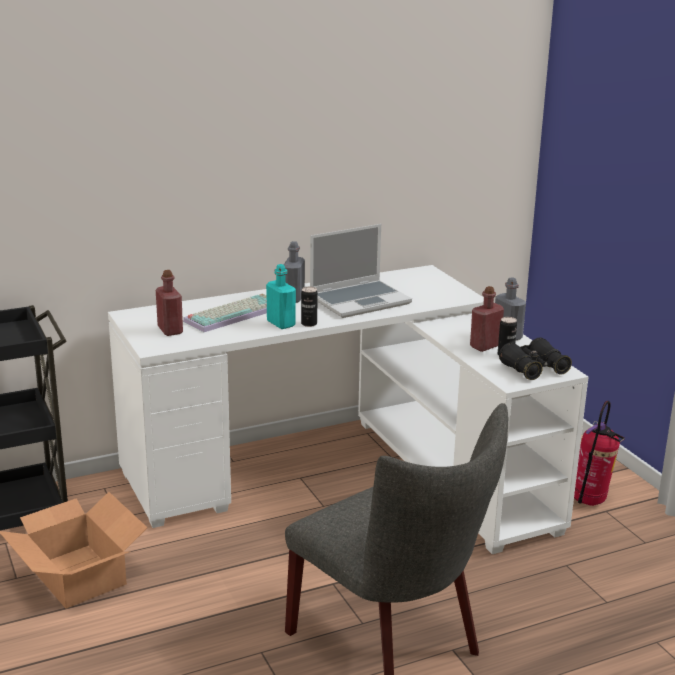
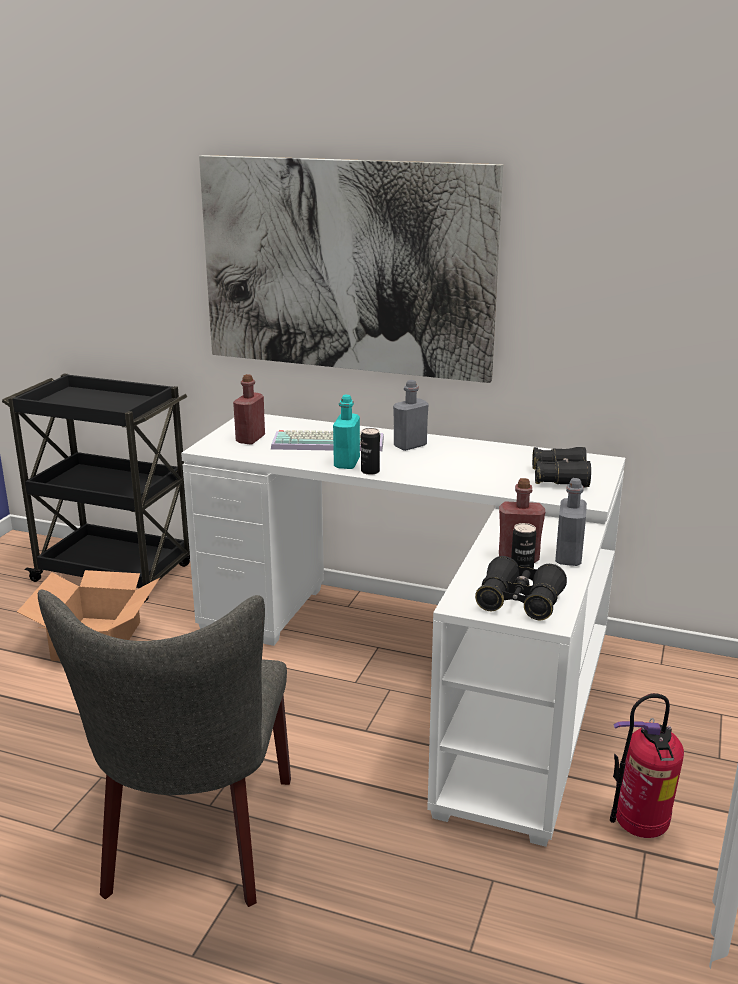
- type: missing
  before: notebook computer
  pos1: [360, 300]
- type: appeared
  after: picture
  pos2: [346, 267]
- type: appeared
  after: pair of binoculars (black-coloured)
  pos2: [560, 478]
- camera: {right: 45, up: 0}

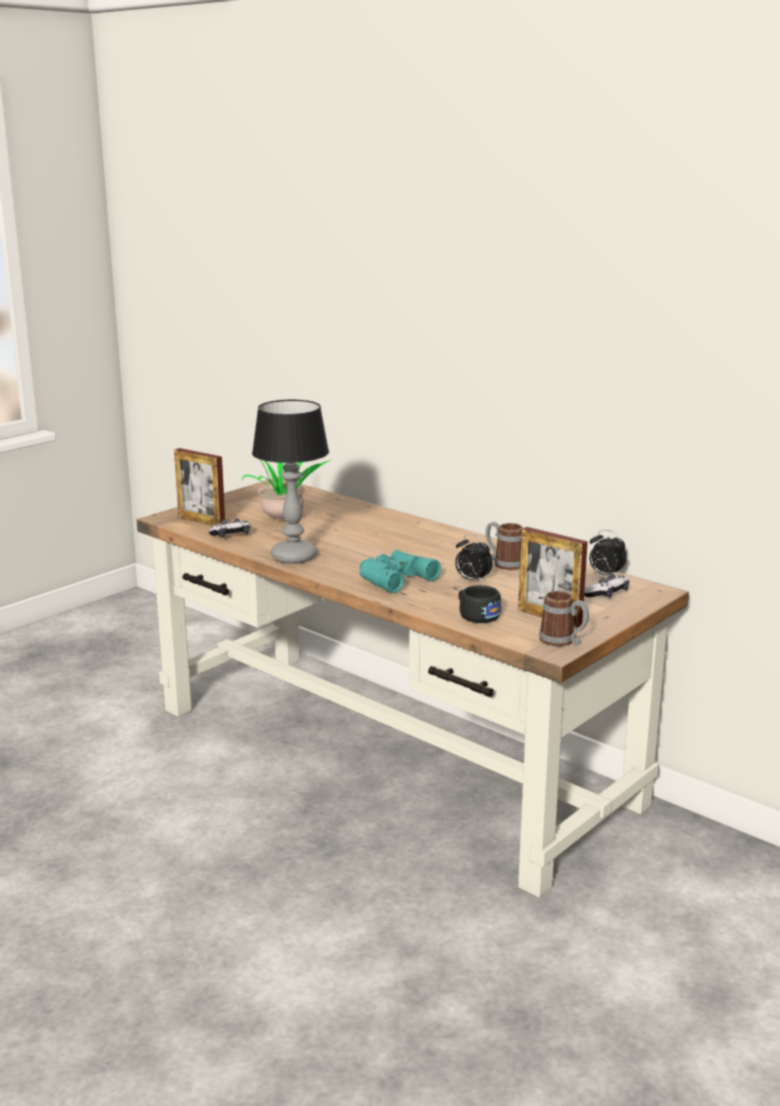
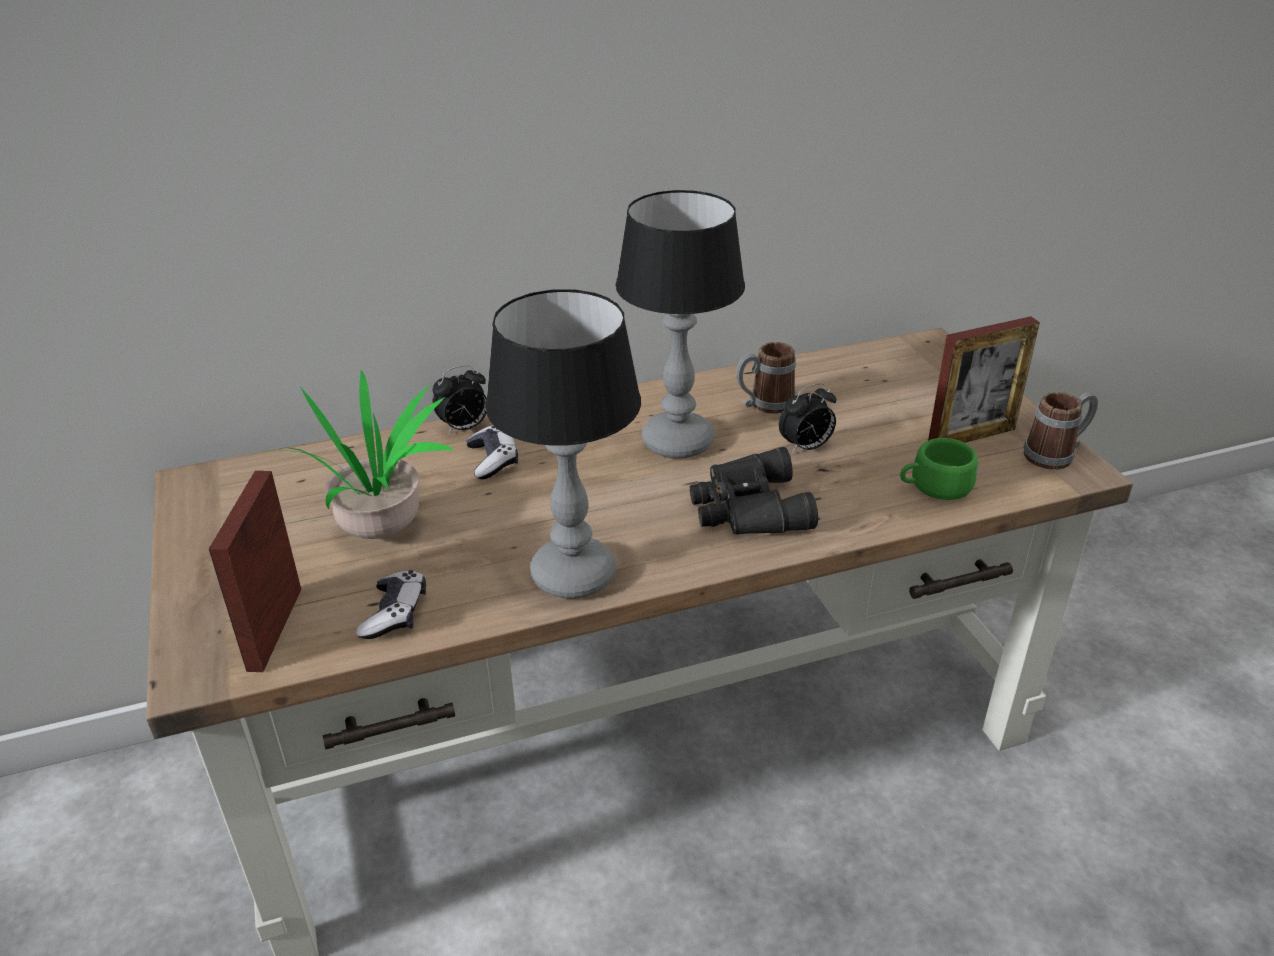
- type: spun
  before: photo frame
  pos1: [201, 521]
  pos2: [275, 628]
  turn: 120
- type: colour
  before: pair of binoculars (blue-green)
  after: pair of binoculars (black-coloured)
  pos1: [393, 578]
  pos2: [747, 508]
- type: colour
  before: cup (black-coloured)
  after: cup (green)
  pos1: [476, 615]
  pos2: [934, 486]
- type: relocated
  before: gamepad
  pos1: [606, 594]
  pos2: [493, 460]
- type: relocated
  before: alarm clock
  pos1: [605, 575]
  pos2: [464, 428]
- type: appeared
  after: tabletop lamp
  pos2: [678, 441]
- camera: {right: -60, up: 15}

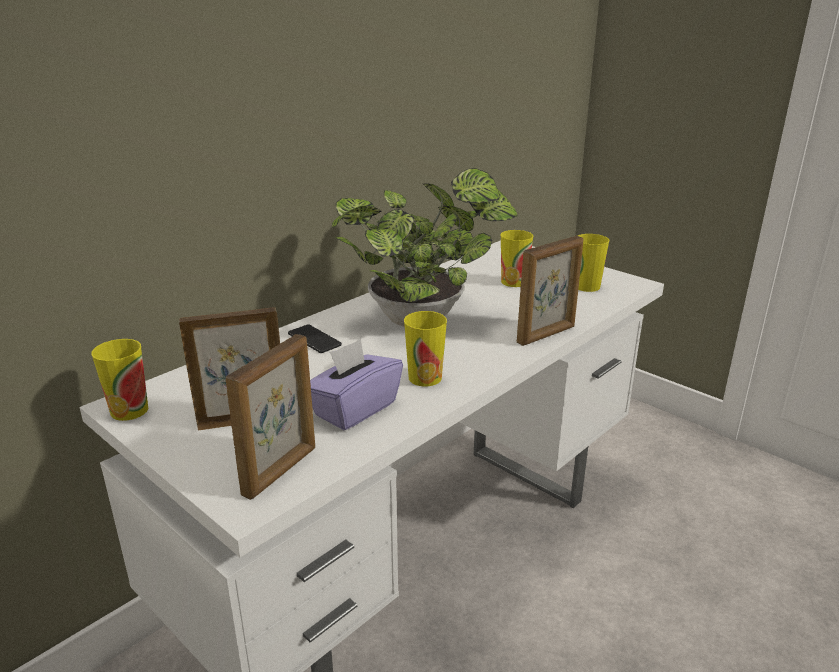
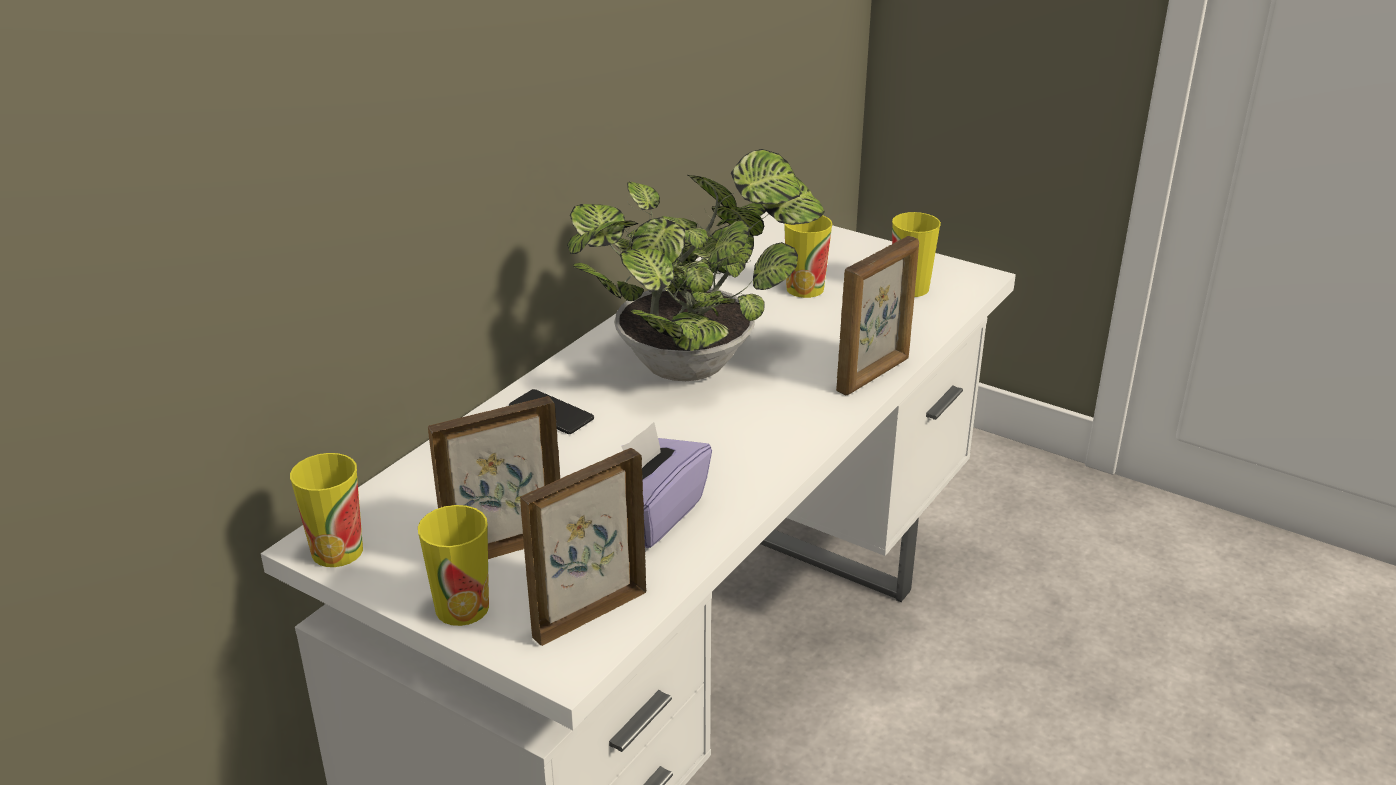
- type: spun
  before: photo frame
  pos1: [281, 471]
  pos2: [588, 614]
  turn: -150
- type: relocated
  before: cup
  pos1: [425, 378]
  pos2: [462, 607]
- camera: {right: -10, up: 5}

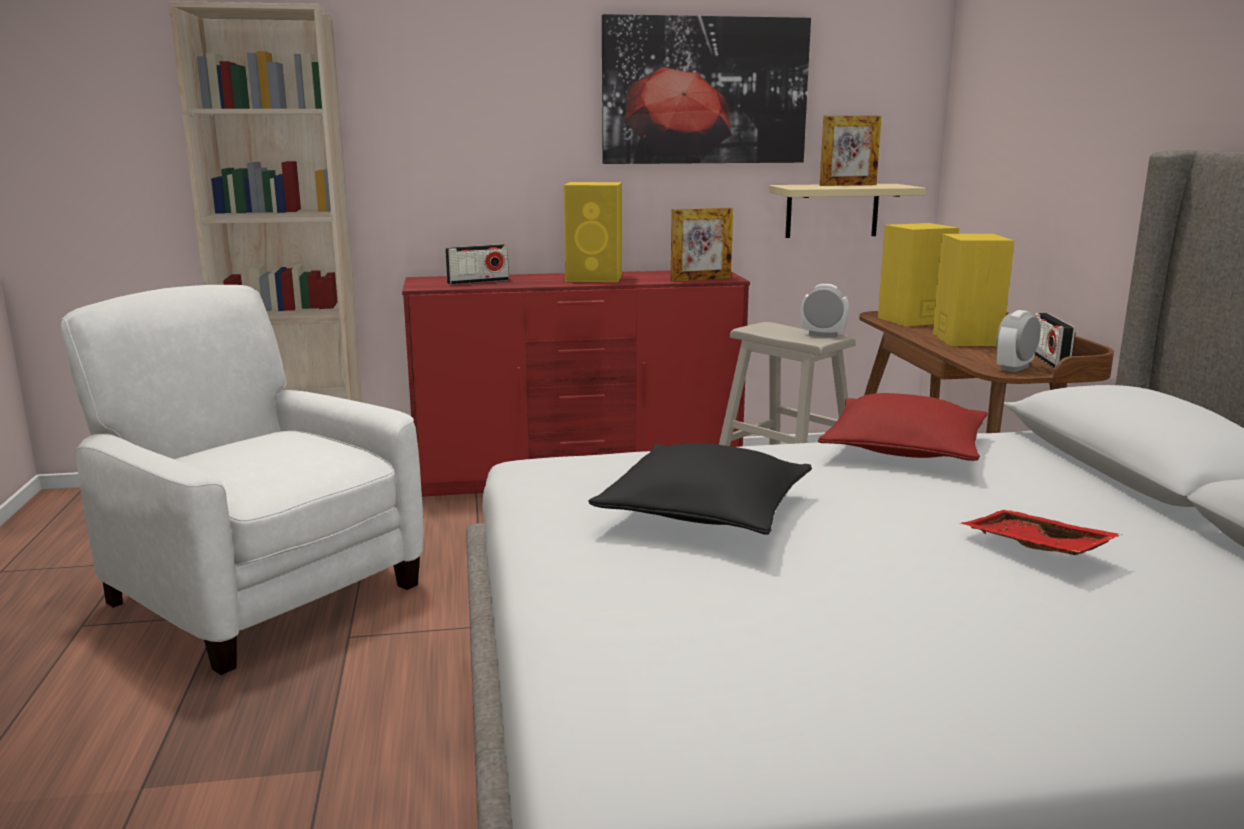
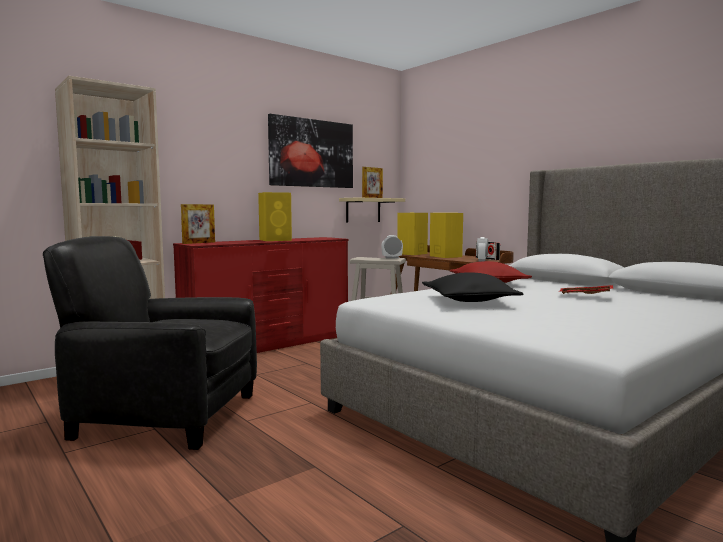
- type: colour
  before: lounge chair (white)
  after: lounge chair (black-coloured)
  pos1: [263, 592]
  pos2: [165, 415]
- type: missing
  before: radio set
  pos1: [478, 282]
- type: relocated
  before: photo frame
  pos1: [700, 279]
  pos2: [199, 243]
- camera: {right: -30, up: -10}

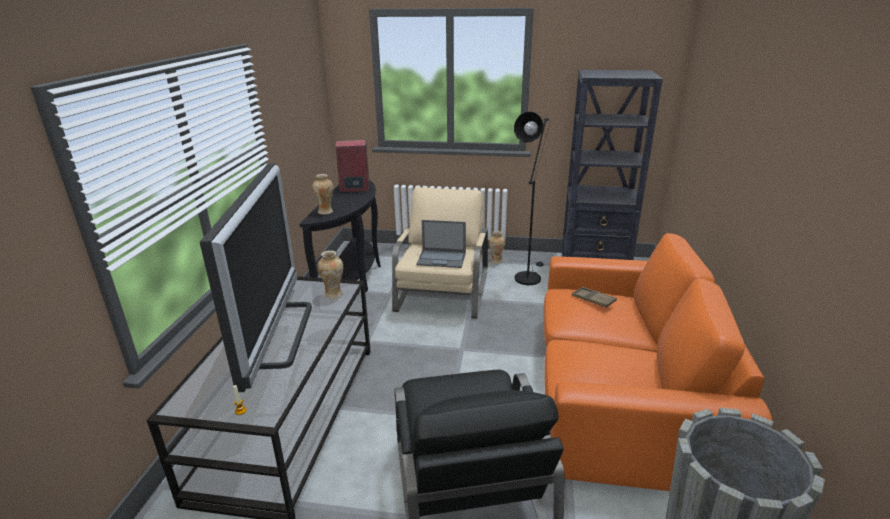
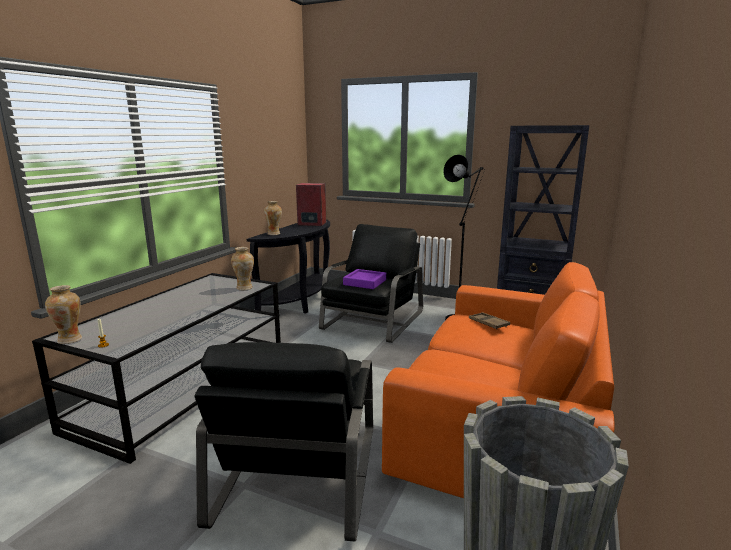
- type: missing
  before: television
  pos1: [279, 334]
- type: colour
  before: lounge chair (beige-coloured)
  after: lounge chair (black-coloured)
  pos1: [443, 291]
  pos2: [373, 320]
- type: exchanged
  before: notebook computer
  after: serving tray (purplish)
  pos1: [442, 259]
  pos2: [365, 282]
- type: relocated
  before: vase
  pos1: [496, 261]
  pos2: [70, 339]
- camera: {right: 15, up: -10}

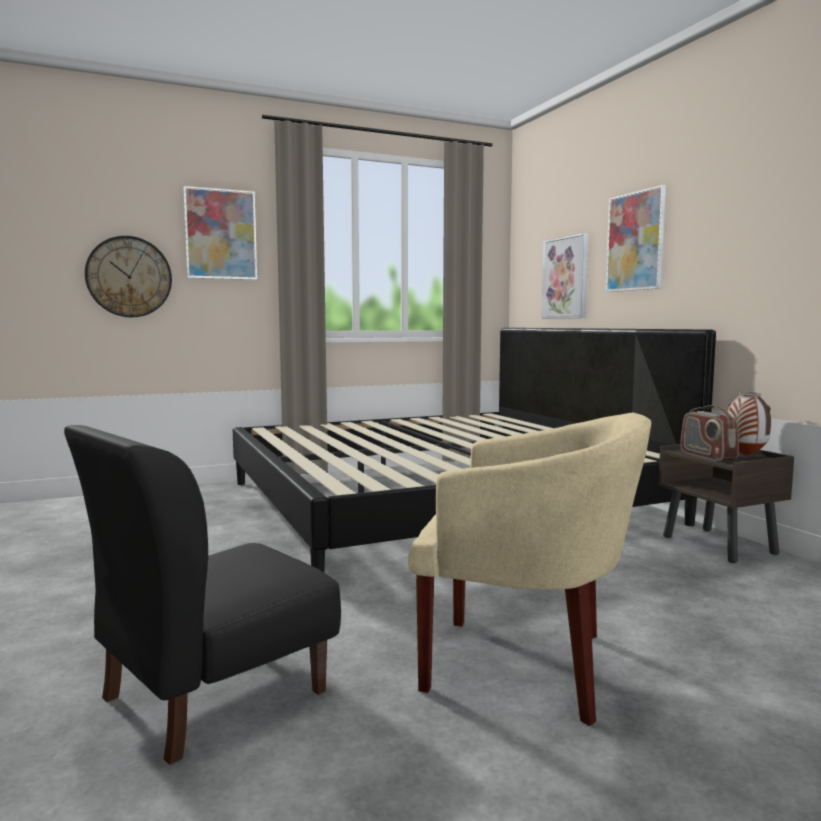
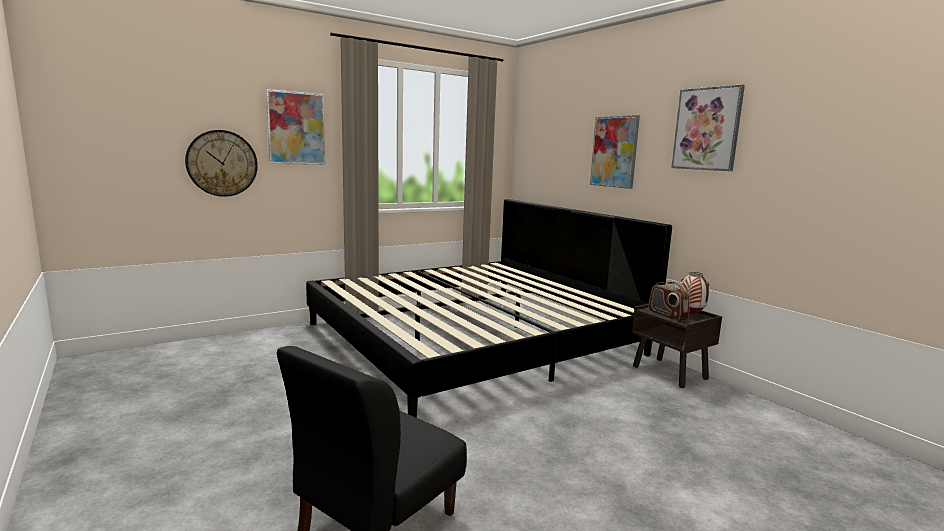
- type: missing
  before: lounge chair (beige-coloured)
  pos1: [525, 665]
- type: relocated
  before: picture
  pos1: [566, 278]
  pos2: [707, 129]
- camera: {right: -10, up: 5}

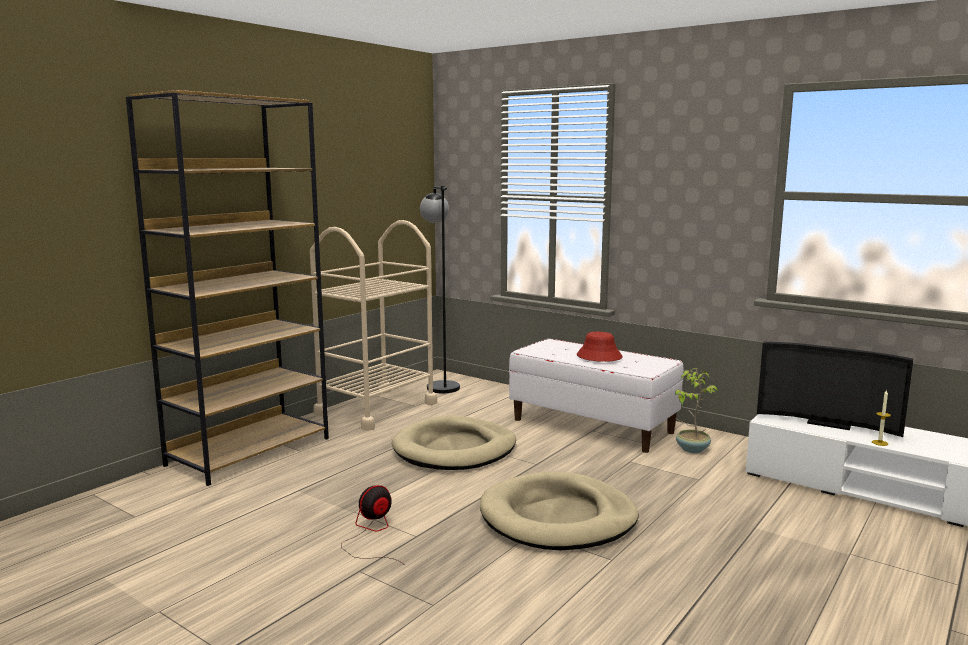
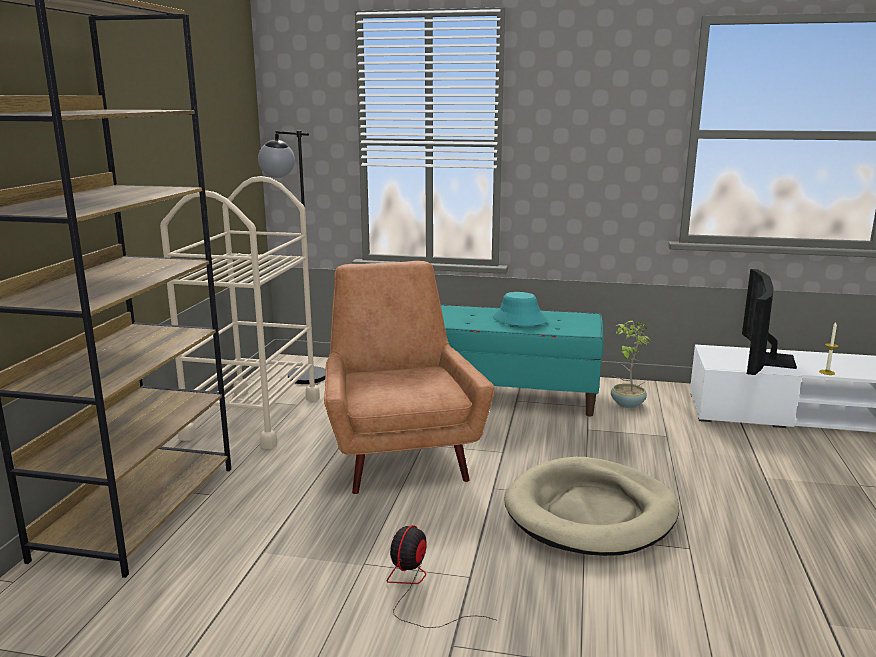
- type: exchanged
  before: dog bed (beige-coloured)
  after: lounge chair (brown-coloured)
  pos1: [455, 449]
  pos2: [399, 452]
- type: colour
  before: long seat (white)
  after: long seat (blue-green)
  pos1: [592, 426]
  pos2: [511, 395]
- type: colour
  before: hat (reddish)
  after: hat (blue-green)
  pos1: [599, 356]
  pos2: [519, 319]
- type: spun
  before: television
  pos1: [828, 423]
  pos2: [765, 359]
  turn: 105
- camera: {right: -25, up: 5}

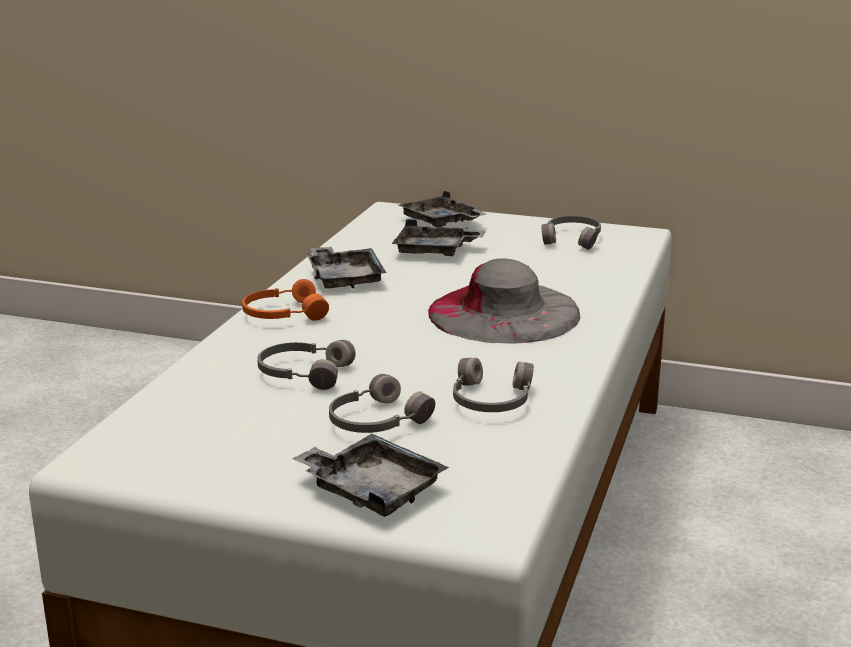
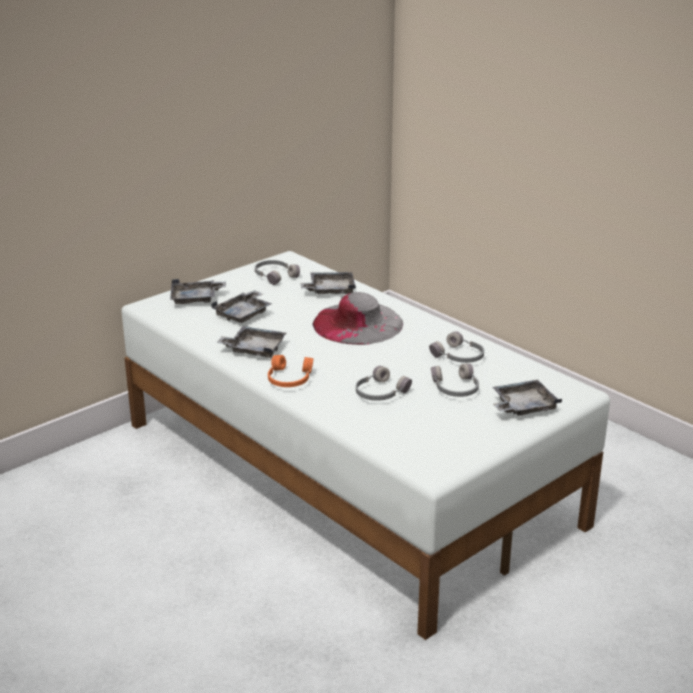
- type: appeared
  after: serving tray (grey)
  pos2: [330, 290]
- camera: {right: -60, up: 5}

